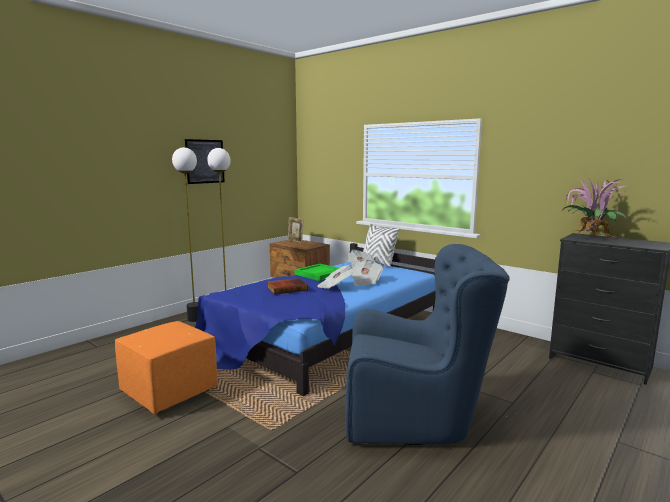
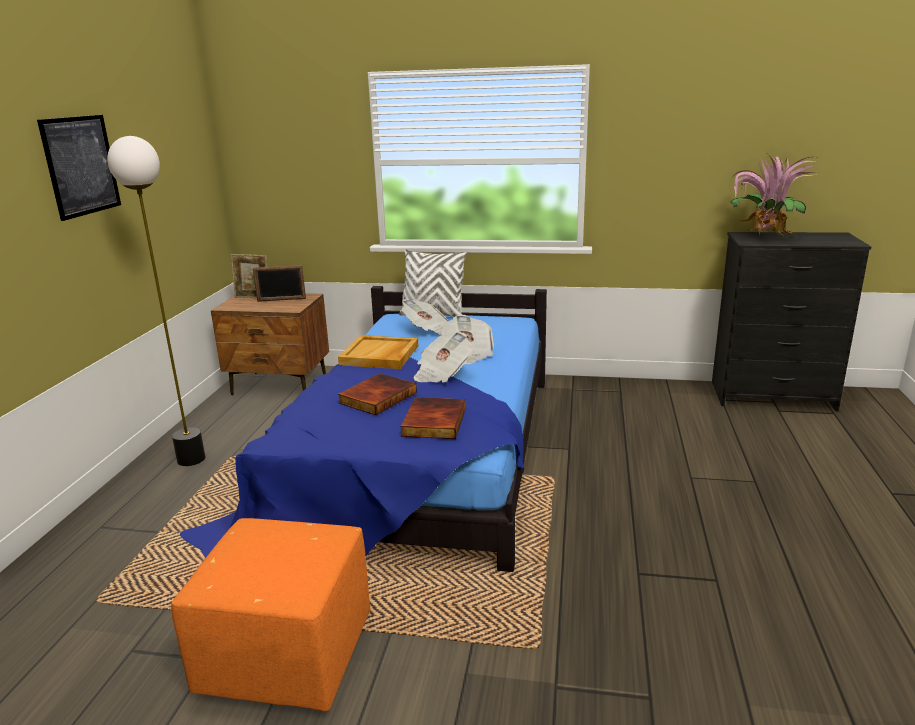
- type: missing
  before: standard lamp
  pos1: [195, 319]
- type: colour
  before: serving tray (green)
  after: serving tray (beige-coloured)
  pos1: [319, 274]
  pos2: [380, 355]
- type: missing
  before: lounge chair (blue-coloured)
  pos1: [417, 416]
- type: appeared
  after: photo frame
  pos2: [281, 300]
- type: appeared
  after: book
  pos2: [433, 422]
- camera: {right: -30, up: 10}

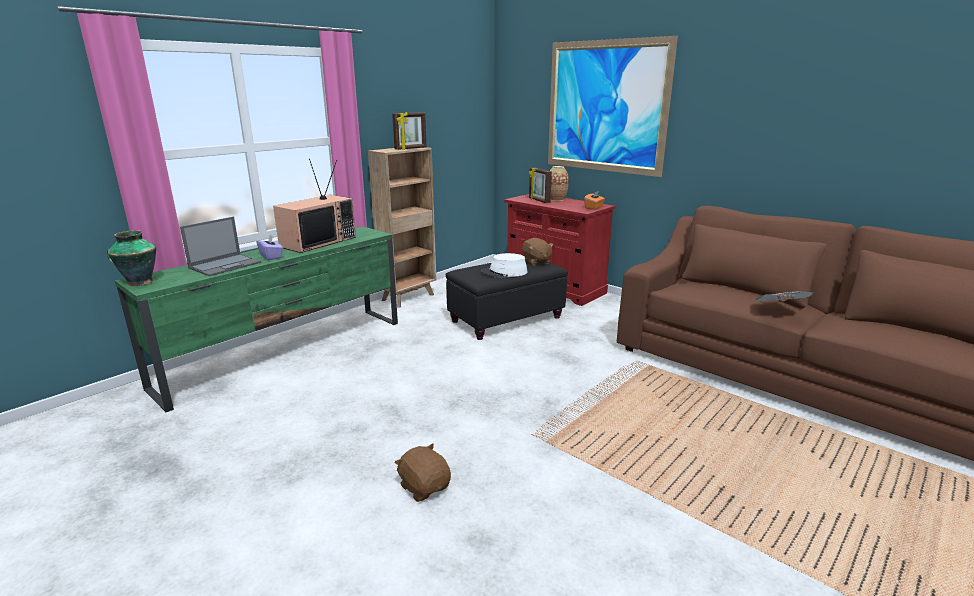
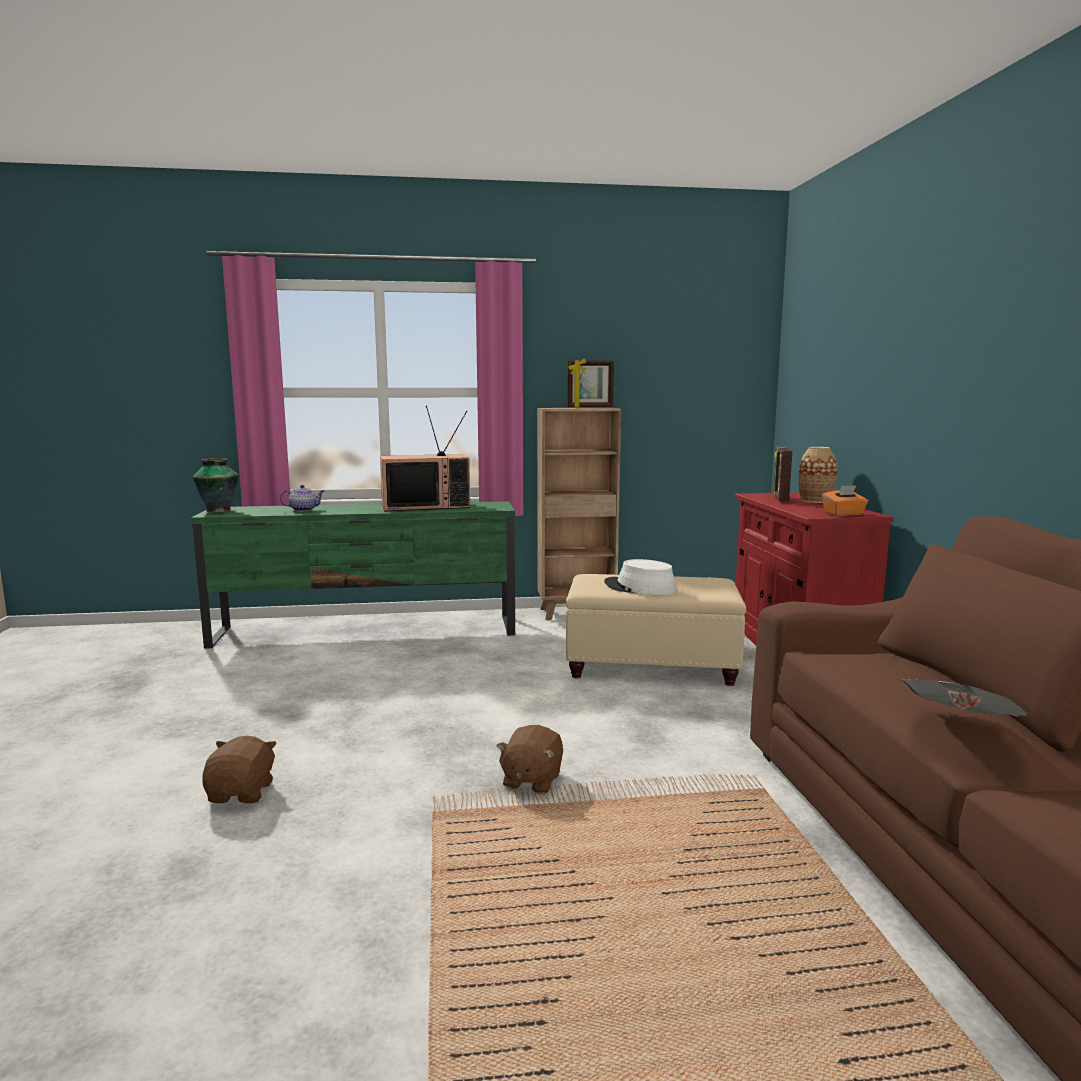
- type: exchanged
  before: notebook computer
  after: teapot
  pos1: [225, 265]
  pos2: [304, 510]
- type: missing
  before: tissue box (purplish)
  pos1: [271, 257]
- type: colour
  before: pouffe (black-coloured)
  after: pouffe (beige-coloured)
  pos1: [507, 319]
  pos2: [652, 666]
- type: relocated
  before: cuddly toy (brown-coloured)
  pos1: [536, 262]
  pos2: [531, 780]
- type: missing
  before: picture
  pos1: [605, 107]
- camera: {right: 40, up: -10}

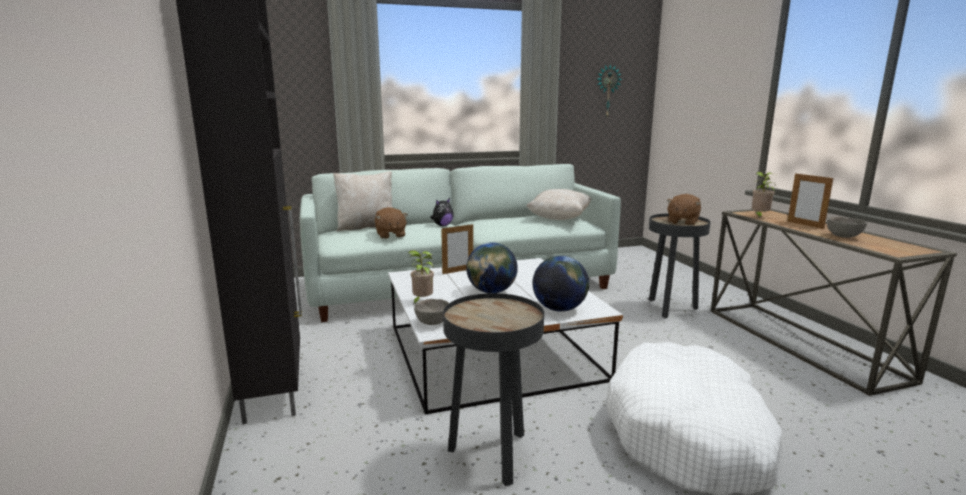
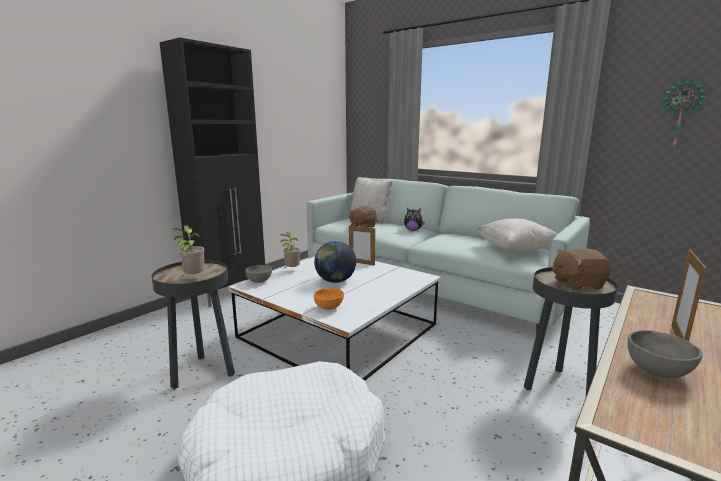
- type: exchanged
  before: world globe
  after: deep dish (orange-coloured)
  pos1: [559, 309]
  pos2: [329, 308]
- type: relocated
  before: plant in a pot
  pos1: [759, 216]
  pos2: [193, 278]
- camera: {right: 55, up: 0}

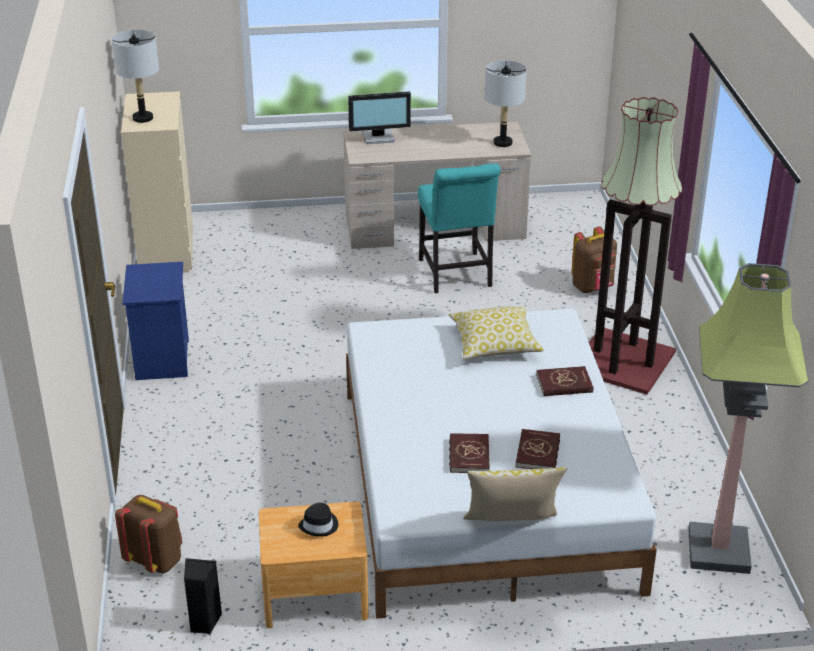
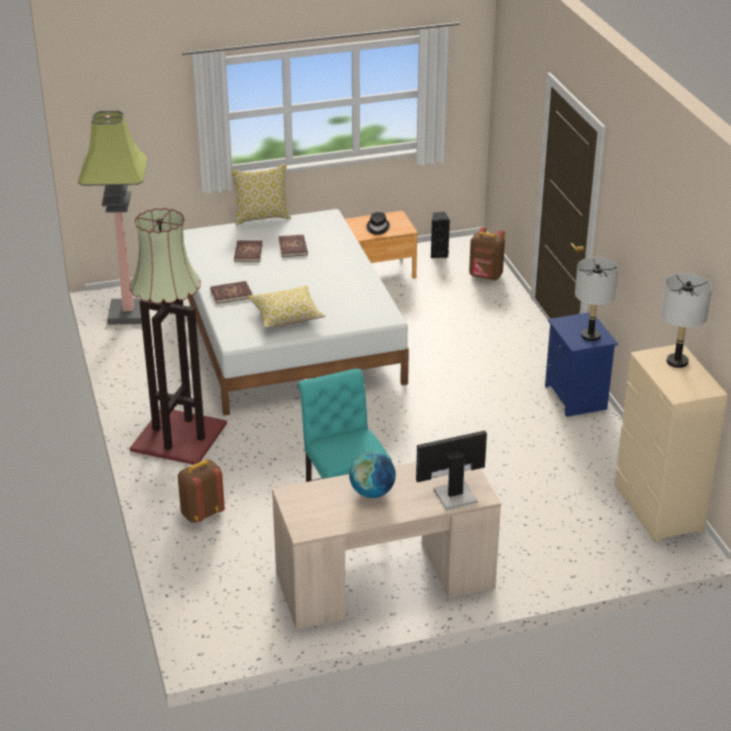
- type: relocated
  before: tabletop lamp (grey)
  pos1: [502, 142]
  pos2: [590, 336]
- type: appeared
  after: world globe
  pos2: [372, 492]
- camera: {right: 170, up: 0}

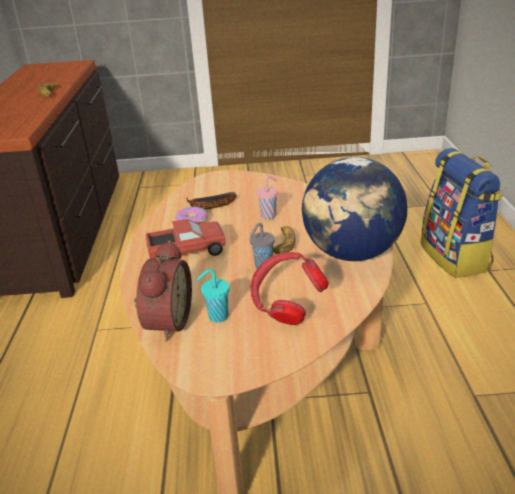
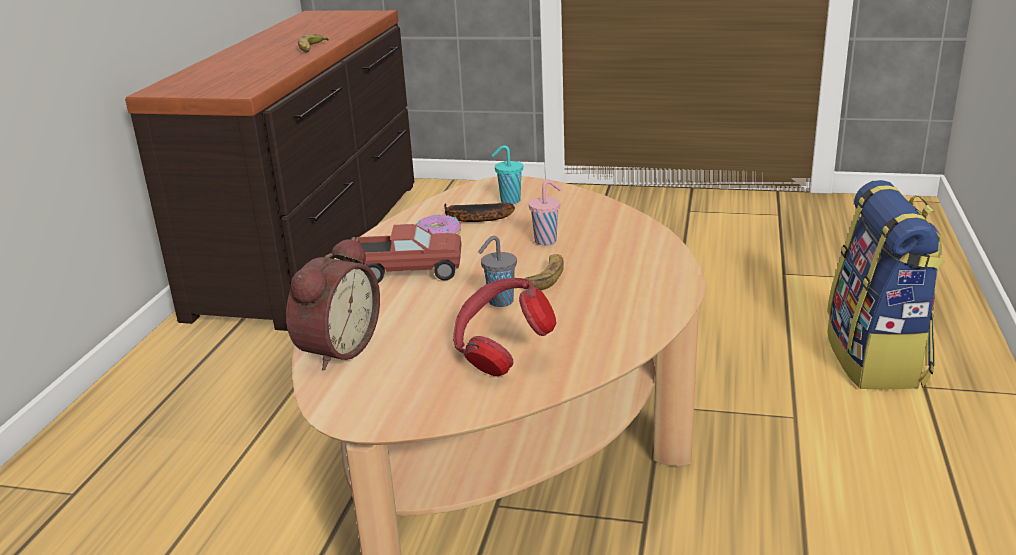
- type: relocated
  before: cup (blue-green)
  pos1: [217, 317]
  pos2: [509, 201]
- type: missing
  before: world globe
  pos1: [352, 253]
- camera: {right: 15, up: -5}

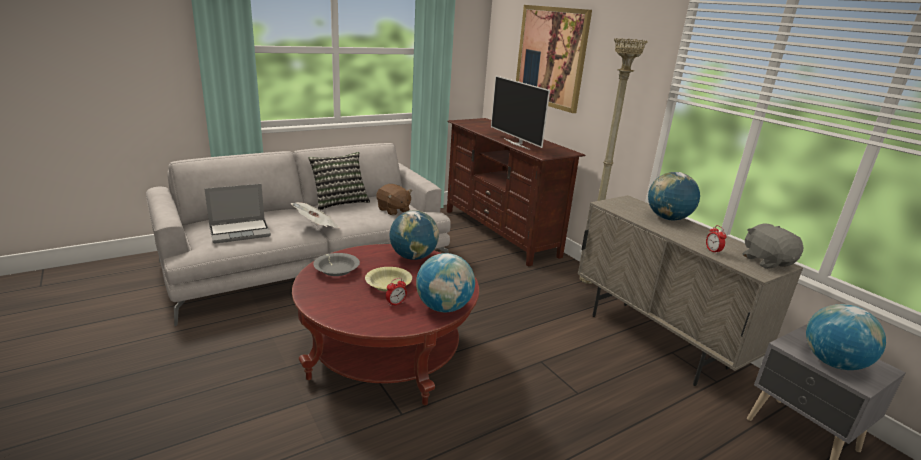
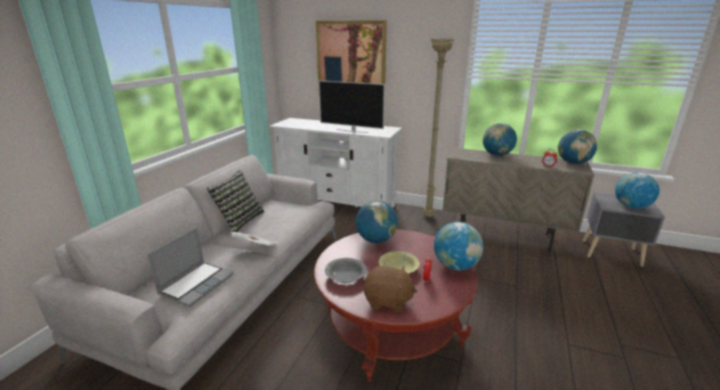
- type: relocated
  before: cuddly toy (brown-coloured)
  pos1: [393, 210]
  pos2: [388, 301]
- type: colour
  before: media console (brown-coloured)
  after: media console (white)
  pos1: [500, 233]
  pos2: [337, 203]
- type: exchanged
  before: cuddly toy (grey)
  after: world globe
  pos1: [766, 261]
  pos2: [573, 163]
- camera: {right: -35, up: 0}

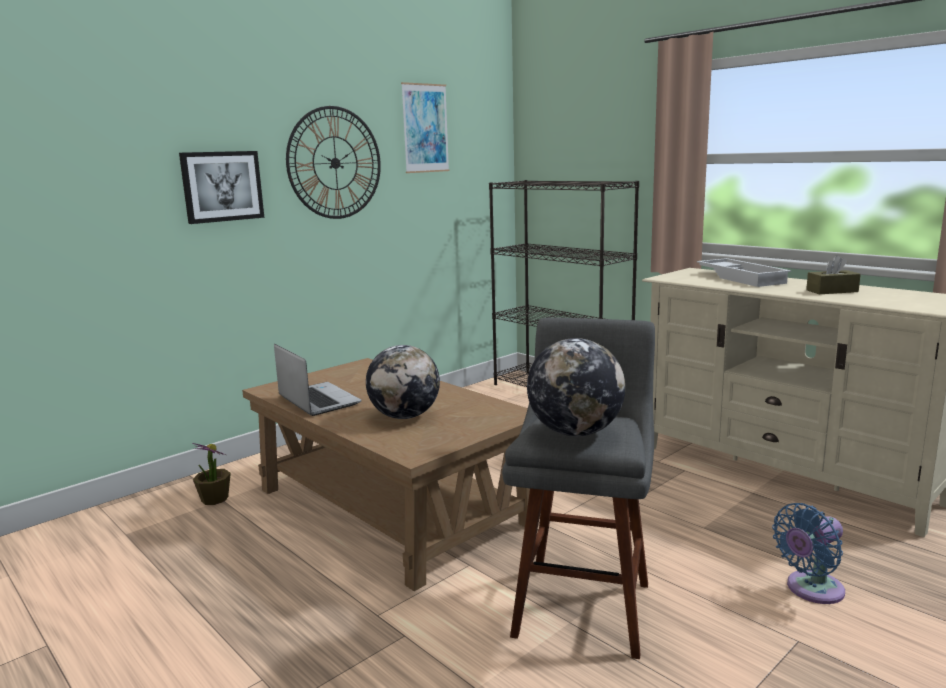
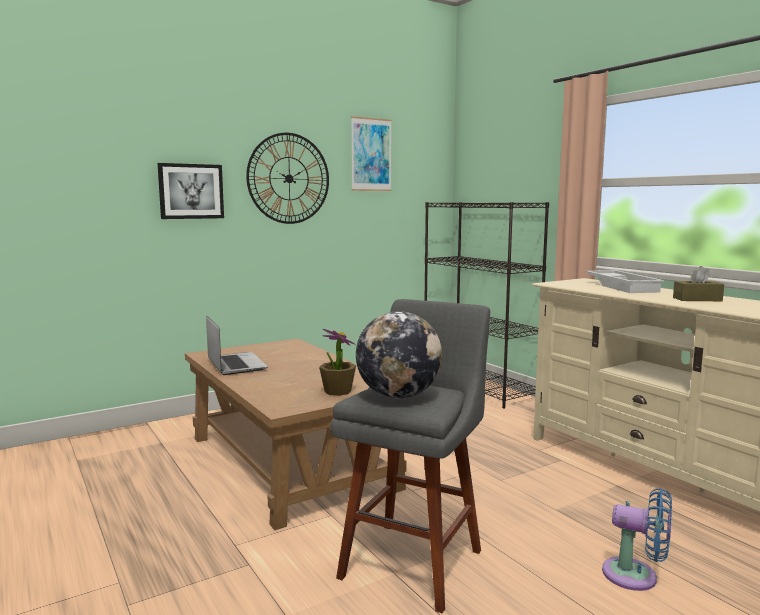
- type: relocated
  before: plant in a pot
  pos1: [214, 499]
  pos2: [337, 391]
- type: missing
  before: world globe
  pos1: [405, 416]
- type: spun
  before: fan (blue-coloured)
  pos1: [811, 590]
  pos2: [636, 576]
  turn: -135
- camera: {right: 10, up: -5}

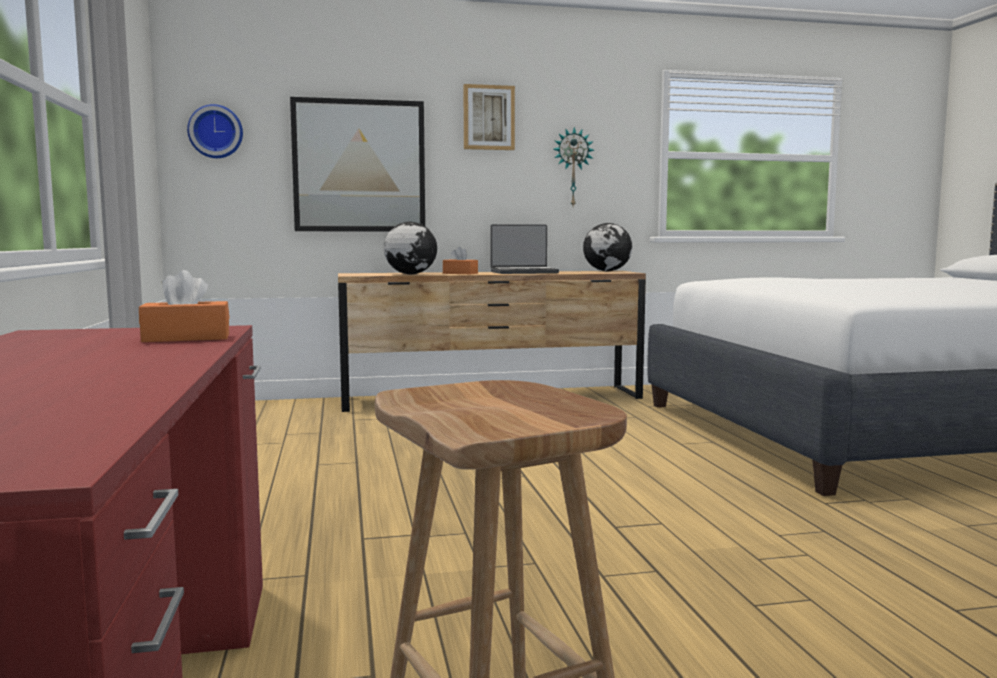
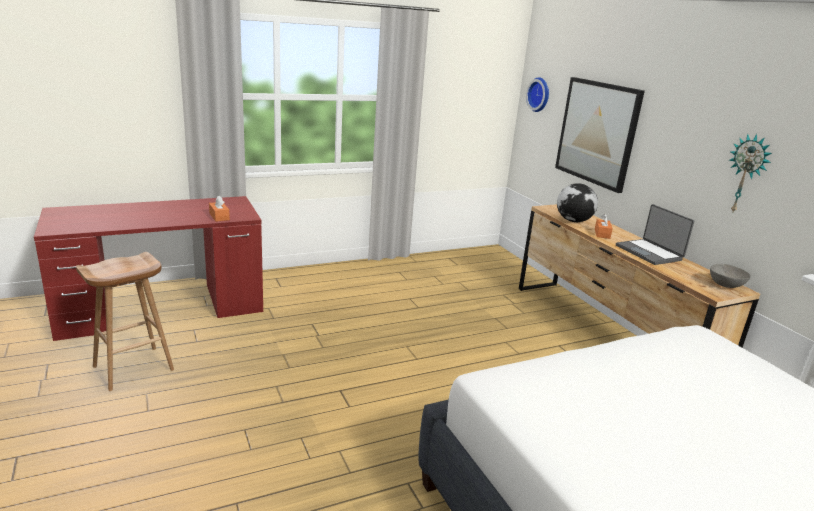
- type: missing
  before: picture
  pos1: [488, 117]
- type: exchanged
  before: world globe
  after: deep dish (grey)
  pos1: [607, 271]
  pos2: [725, 285]
- camera: {right: 75, up: 15}

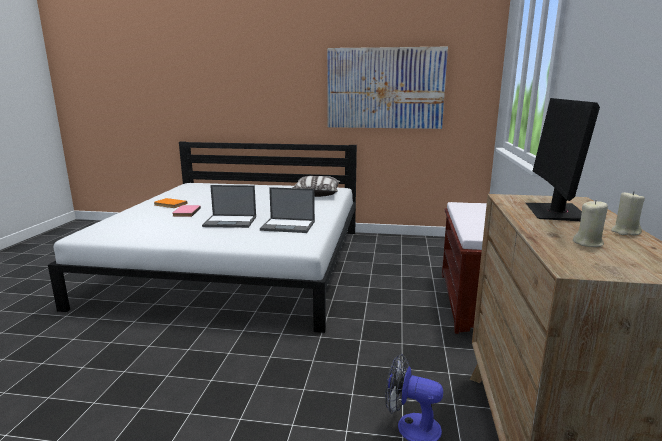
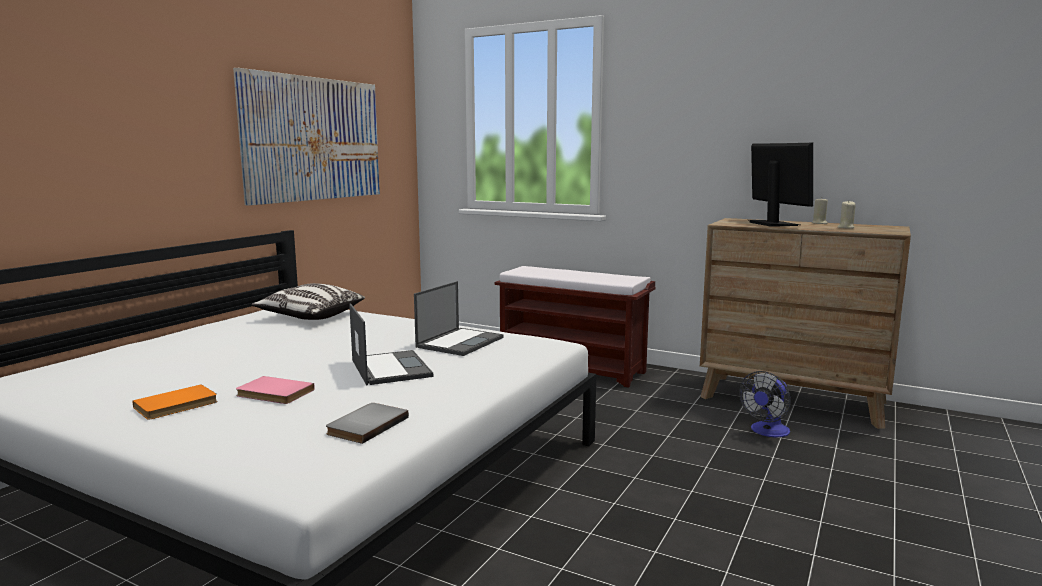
- type: spun
  before: notebook computer
  pos1: [231, 221]
  pos2: [390, 368]
  turn: -45
- type: spun
  before: monitor
  pos1: [555, 213]
  pos2: [773, 224]
  turn: -135
- type: appeared
  after: book (grey)
  pos2: [365, 425]
- camera: {right: -70, up: -5}

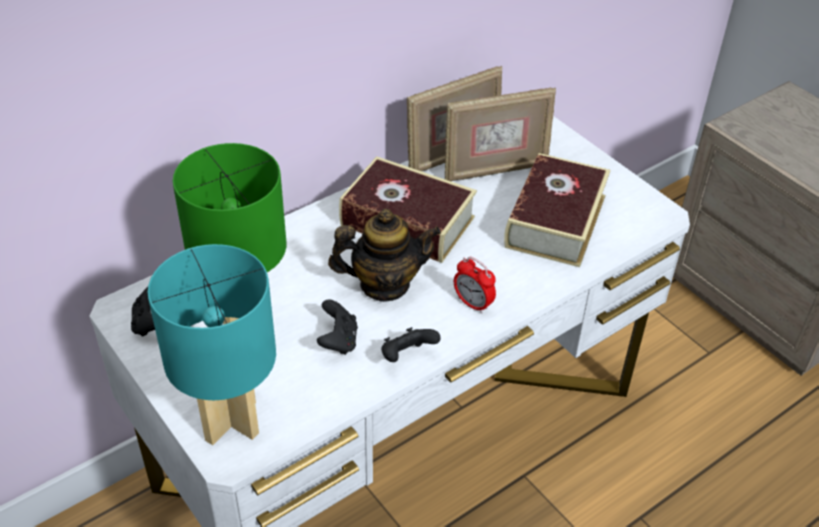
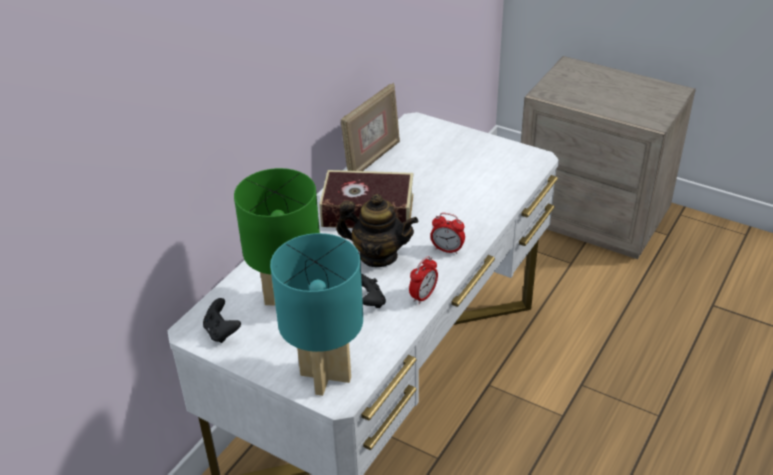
- type: spun
  before: teapot
  pos1: [384, 285]
  pos2: [378, 256]
  turn: 45
- type: exchanged
  before: gamepad (black-coloured)
  after: alarm clock
  pos1: [407, 356]
  pos2: [423, 296]
- type: missing
  before: photo frame
  pos1: [495, 170]
- type: missing
  before: book
  pos1: [555, 221]
- camera: {right: -20, up: -5}

